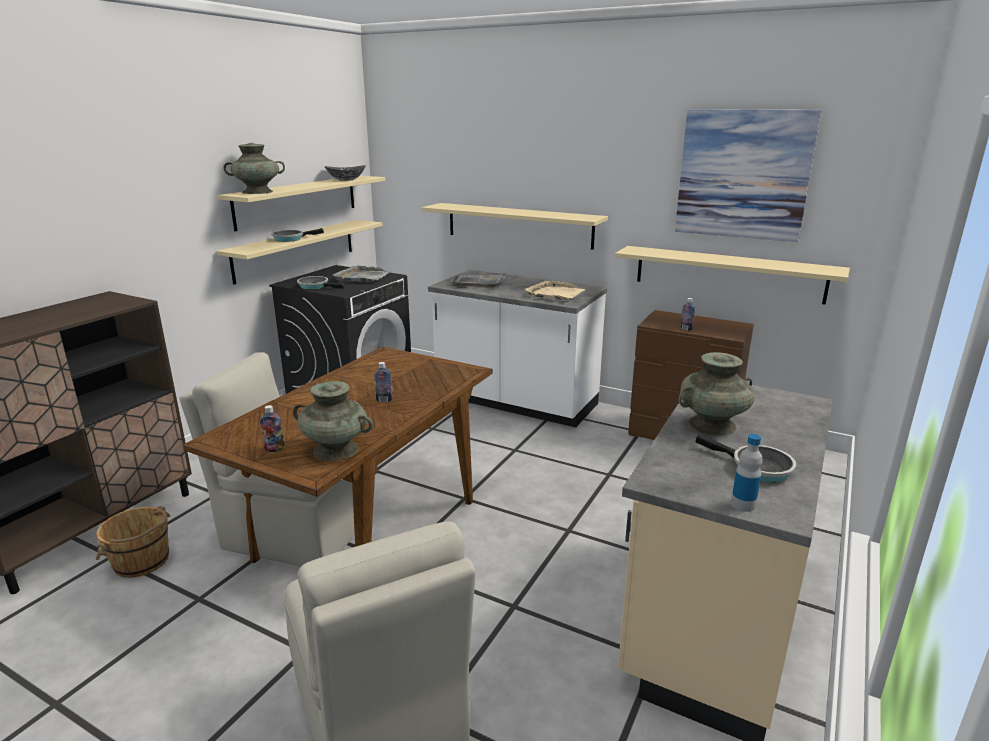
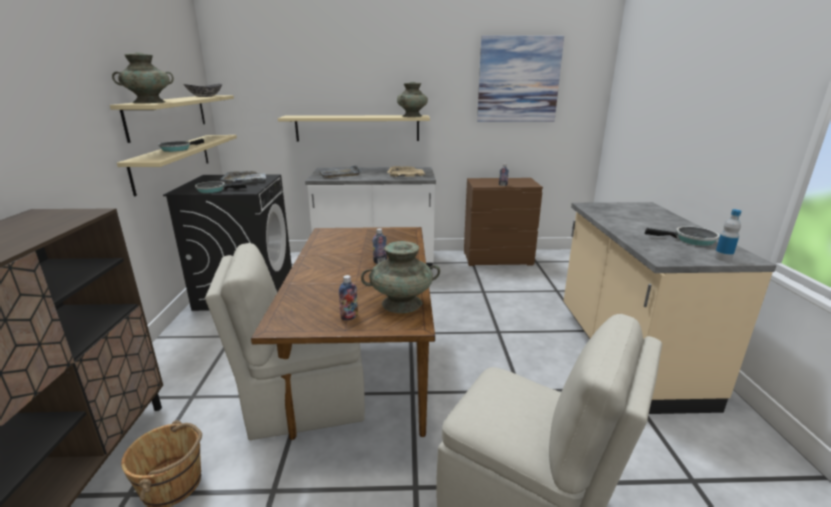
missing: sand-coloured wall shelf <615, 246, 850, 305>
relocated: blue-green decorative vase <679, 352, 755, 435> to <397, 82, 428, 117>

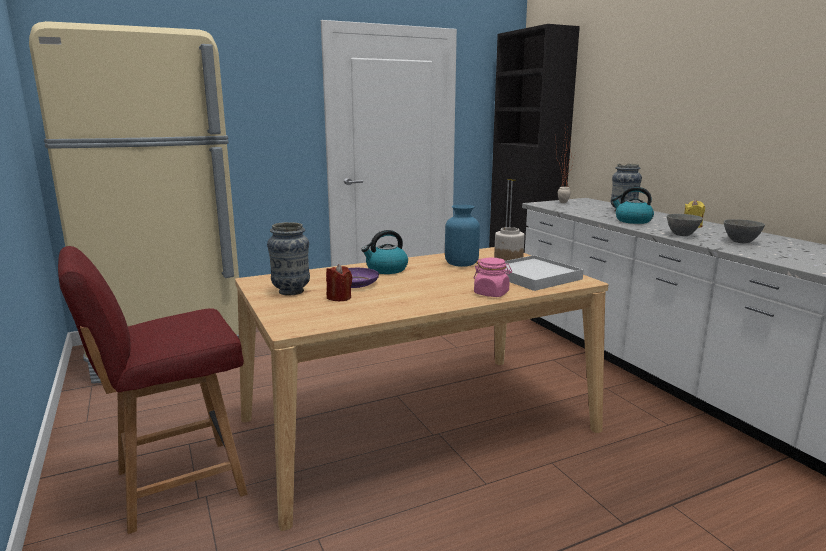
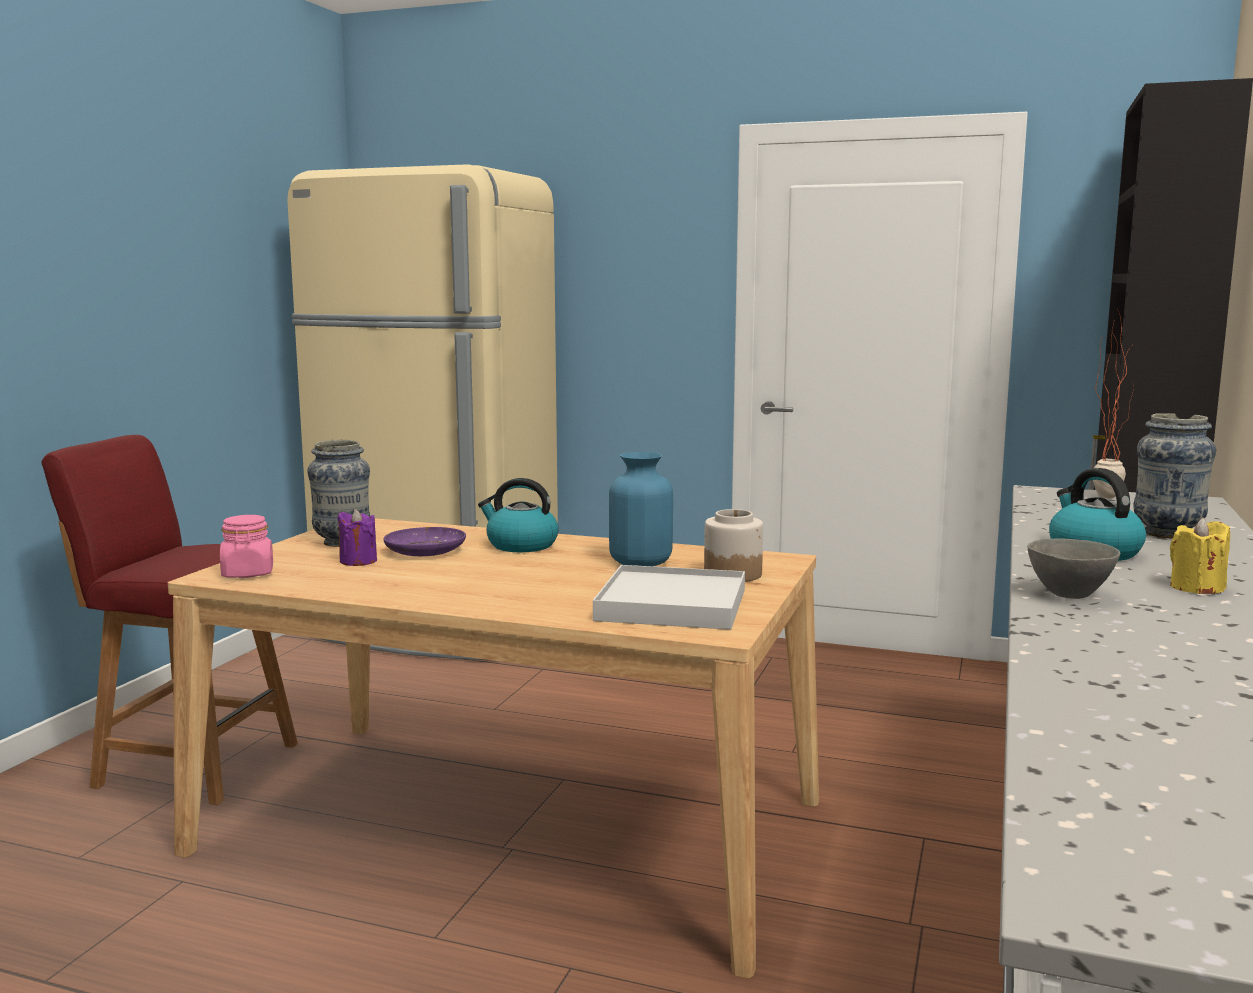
missing: greyish deep dish <724, 219, 765, 243>
relocated: pinkish preserve jar <473, 258, 512, 297> to <220, 515, 273, 578>
colour: red candle <326, 264, 352, 301> to purple-coloured candle <337, 509, 377, 566>

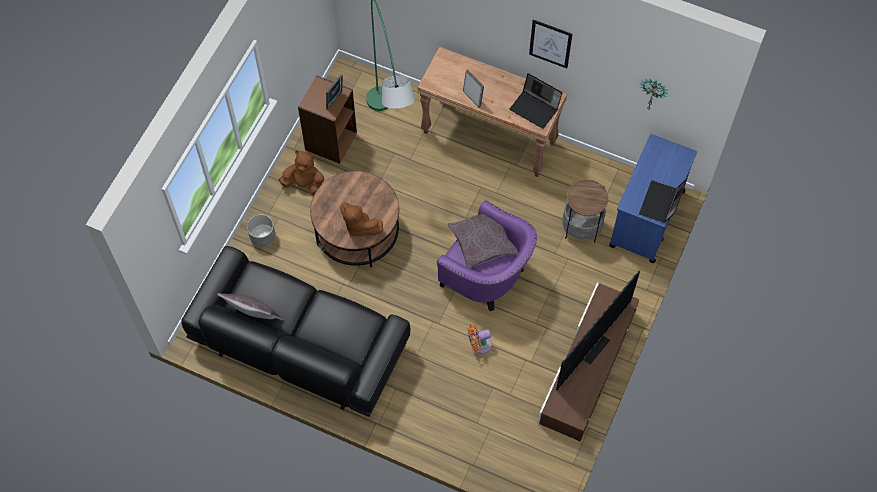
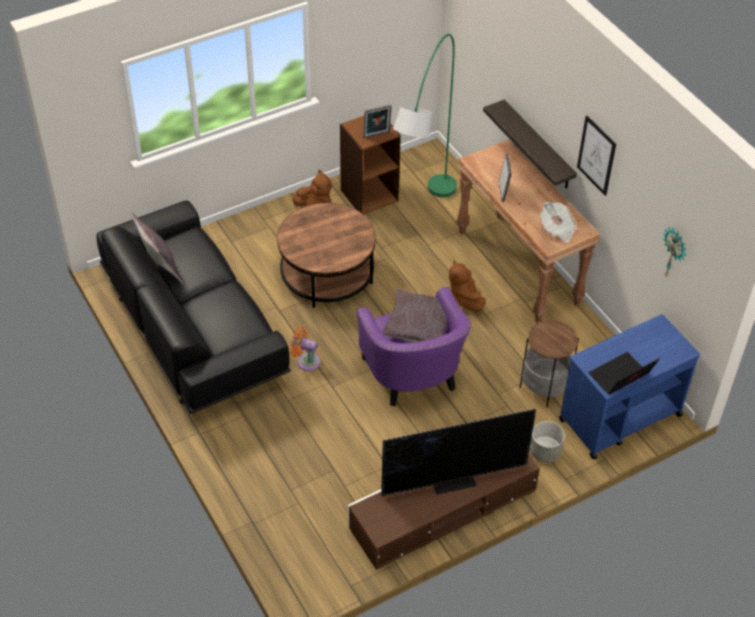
appeared: wall shelf <483, 100, 577, 189>
relocated: greyish planter <247, 215, 275, 247> to <530, 421, 565, 462>; brown soft toy <340, 202, 383, 237> to <449, 260, 486, 312>; orange-coloured electric fan <467, 324, 492, 354> to <290, 327, 320, 371>
exchanged: portable computer <509, 73, 562, 129> to newspaper <540, 202, 577, 243>

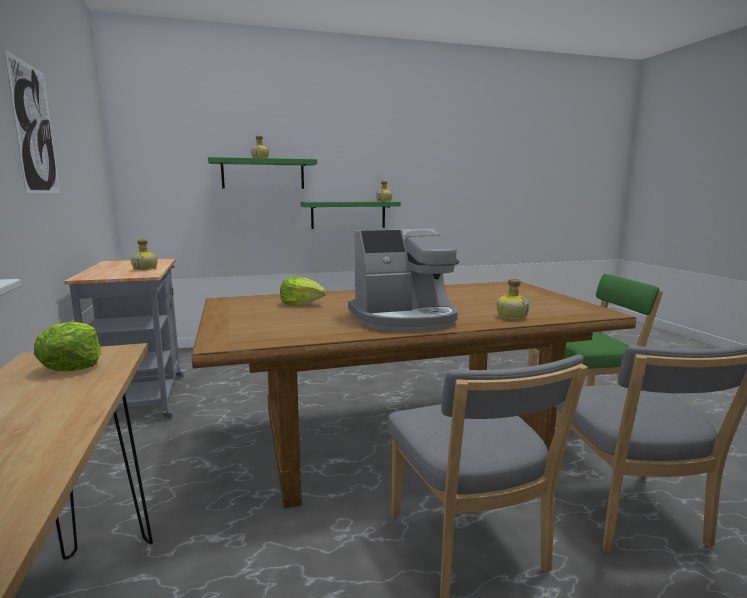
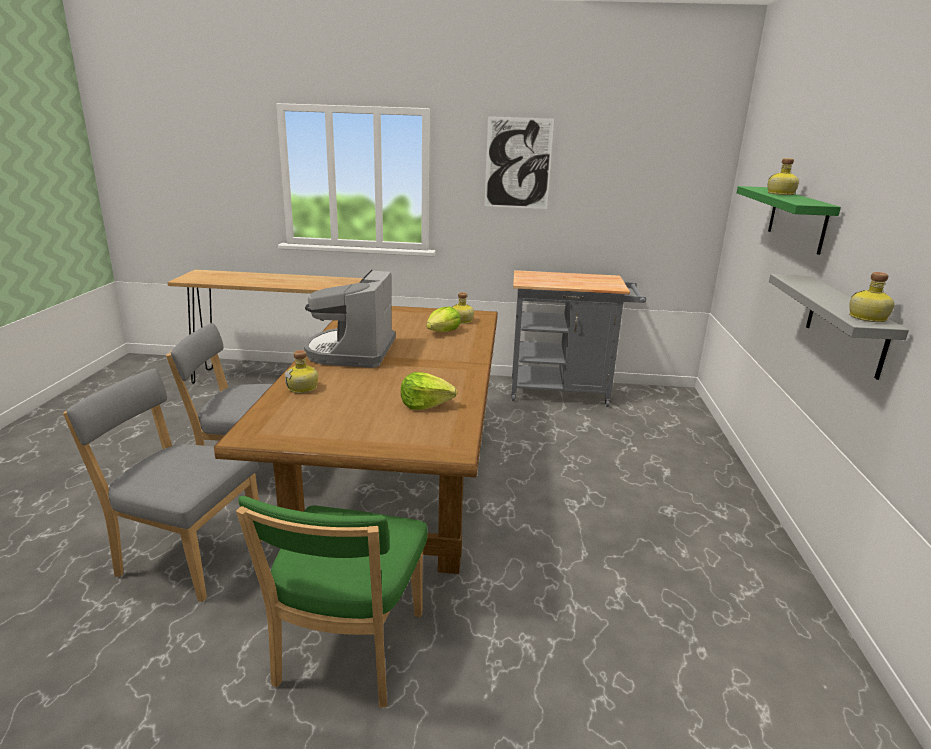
relocated: lettuce <34, 322, 102, 371> to <401, 372, 457, 410>; drink bottle <131, 239, 158, 270> to <452, 292, 474, 324>
colour: green-coloured wall shelf <301, 201, 401, 229> to greyish wall shelf <769, 274, 909, 380>

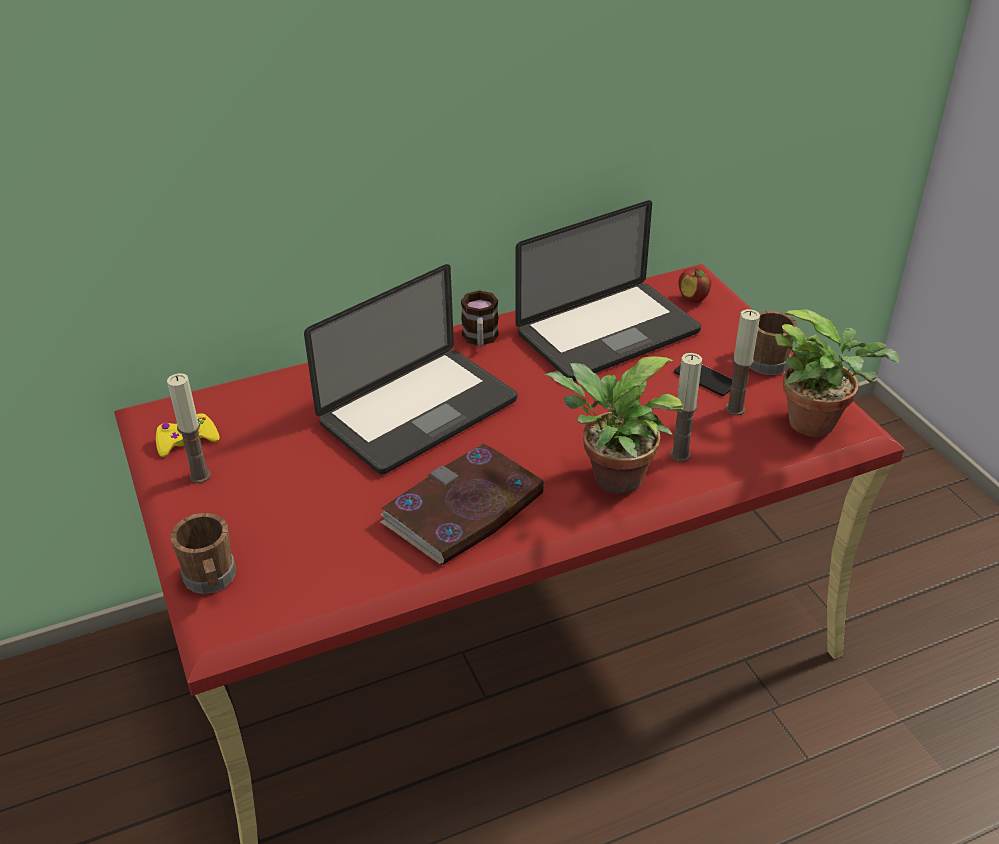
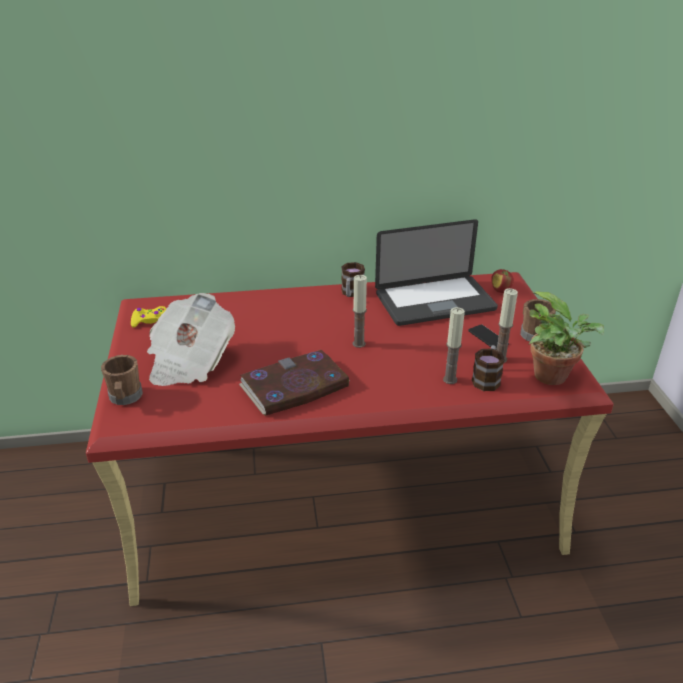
missing: portable computer <304, 264, 517, 475>; potted plant <544, 356, 685, 494>
appeared: newspaper <147, 293, 235, 386>; mug <472, 345, 505, 391>
relocated: candle <167, 373, 211, 483> to <353, 275, 367, 348>

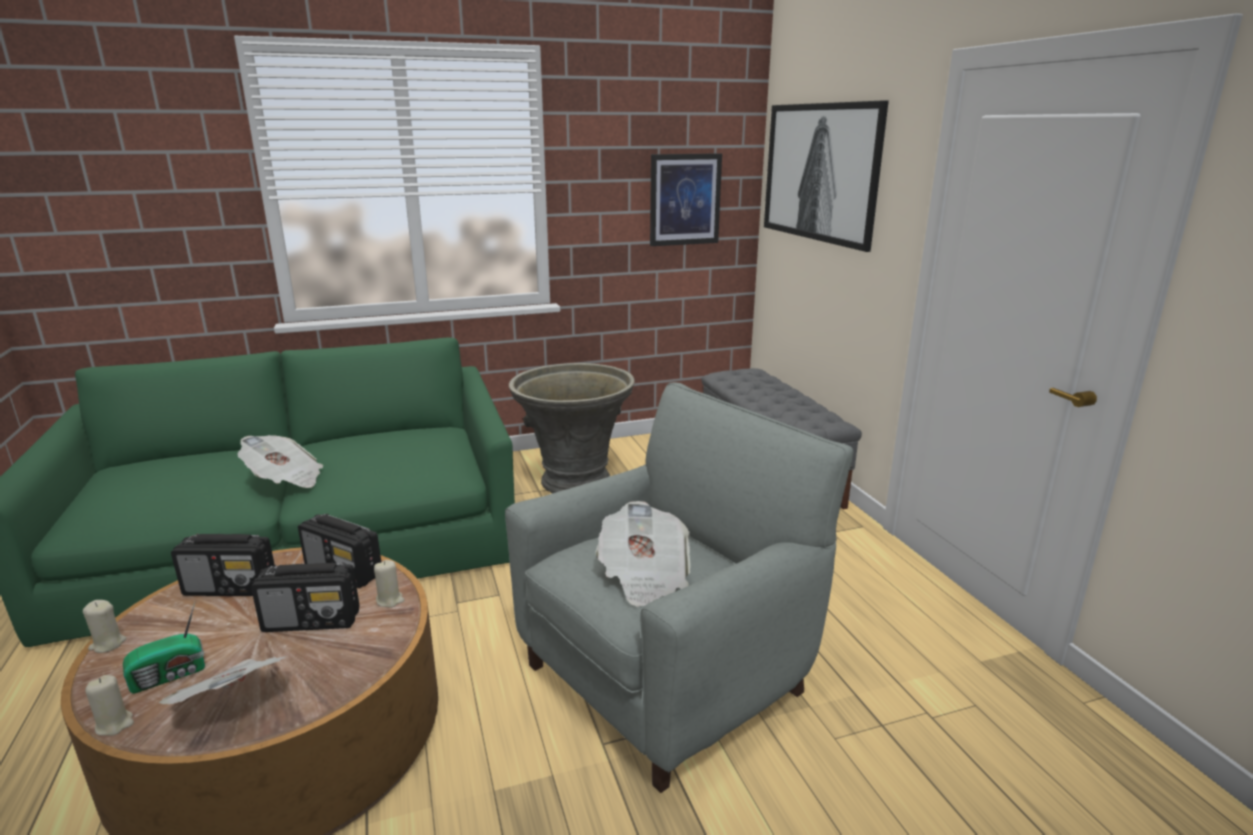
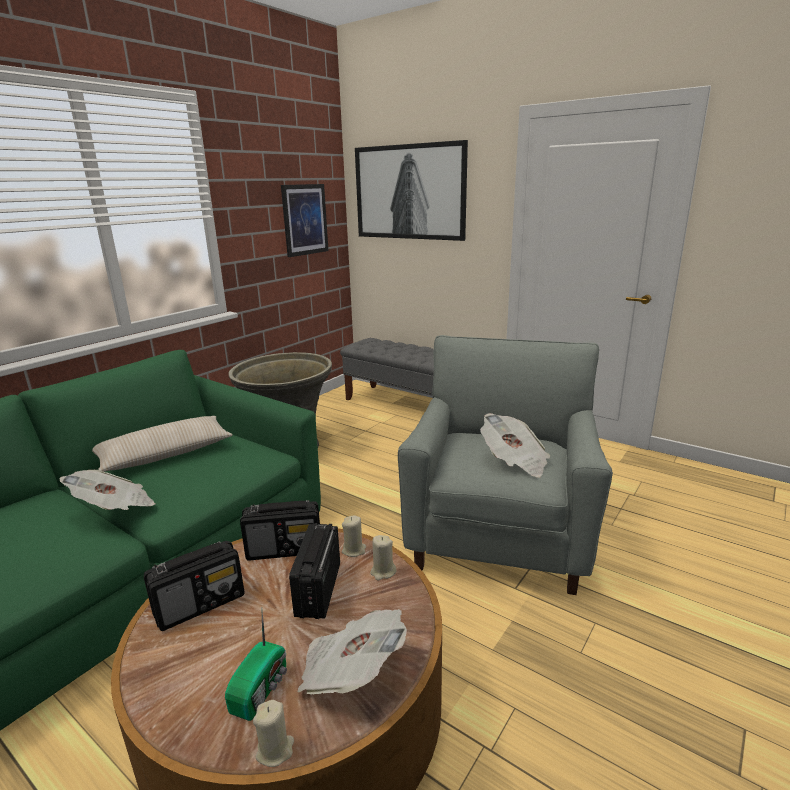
appeared: sand-coloured throw pillow <92, 416, 233, 472>
relocated: sand-coloured candle <83, 600, 126, 653> to <370, 535, 396, 581>
spun: radio receiver <251, 563, 360, 632> = <289, 523, 340, 619> 135 degrees clockwise

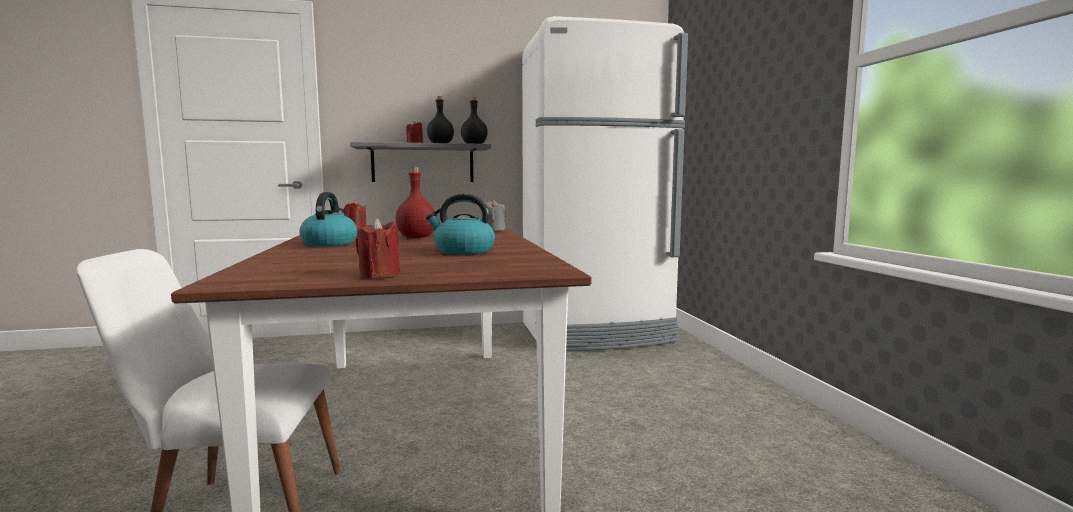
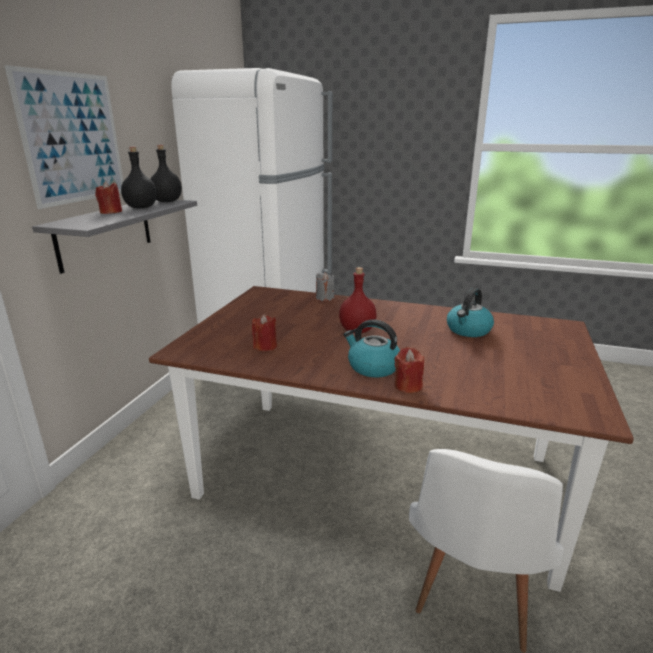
appeared: picture <4, 65, 123, 209>
relocated: red candle <356, 218, 401, 278> to <395, 347, 424, 393>

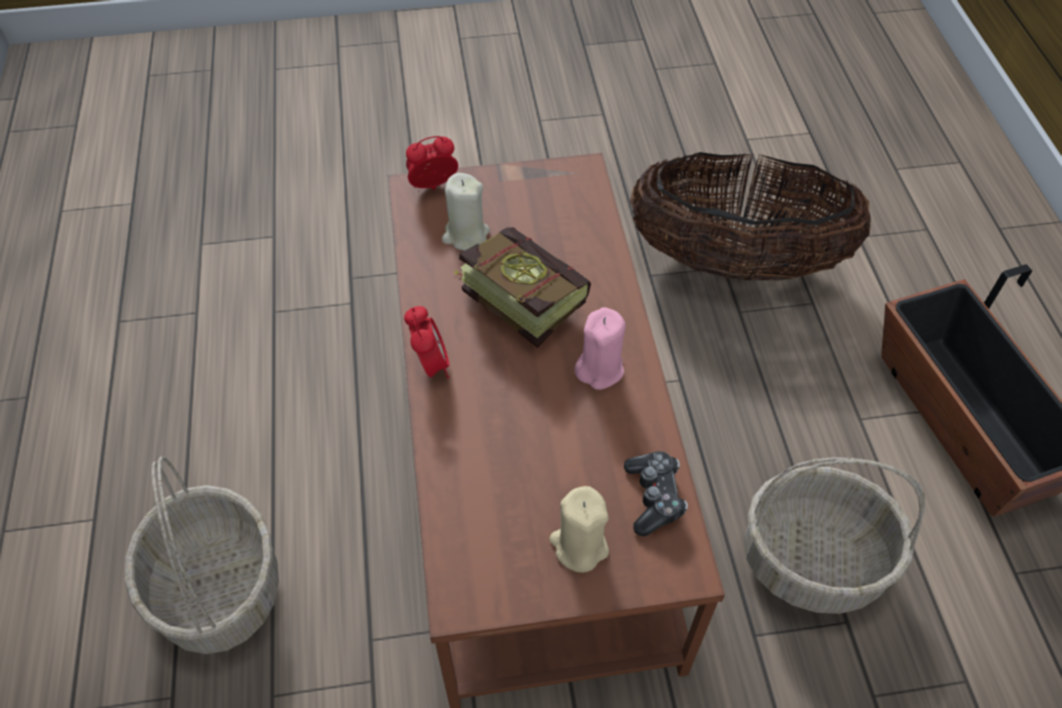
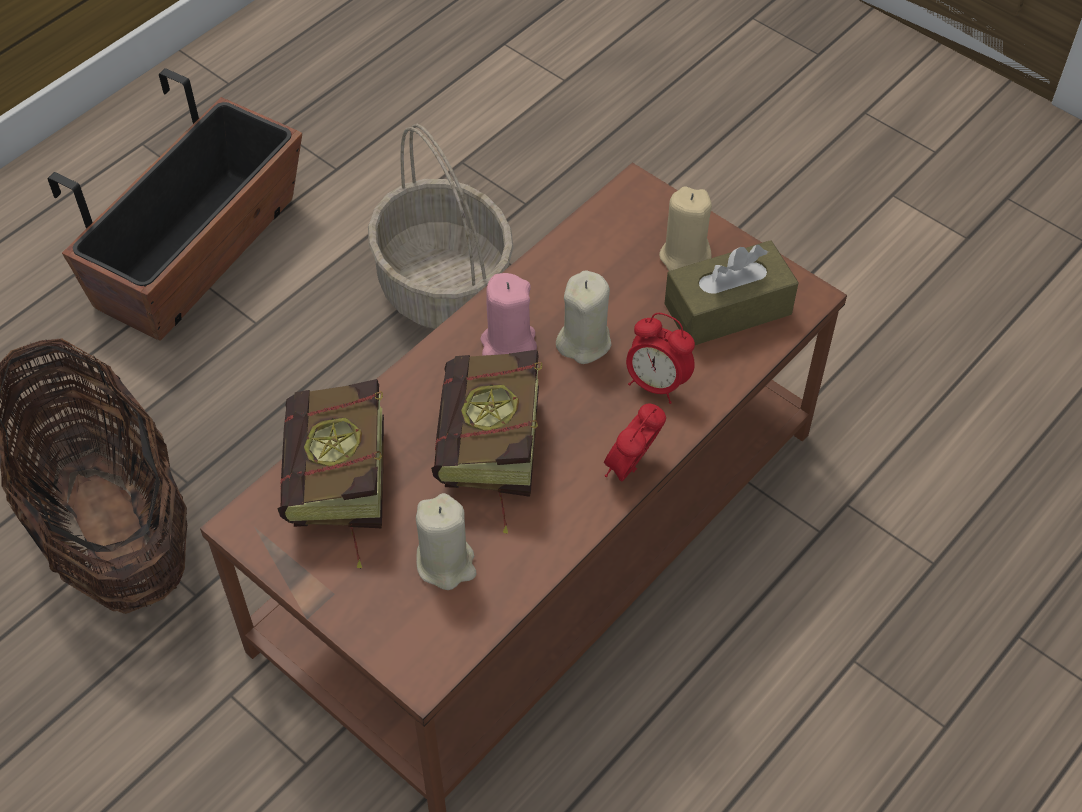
missing: storage basket <125, 456, 279, 654>; game controller <624, 451, 688, 536>
appeared: bound book <278, 379, 384, 569>; sand-coloured candle <556, 270, 612, 364>; brown box of tissues <664, 240, 799, 345>
relocated: alarm clock <406, 136, 458, 190> to <626, 313, 695, 404>

